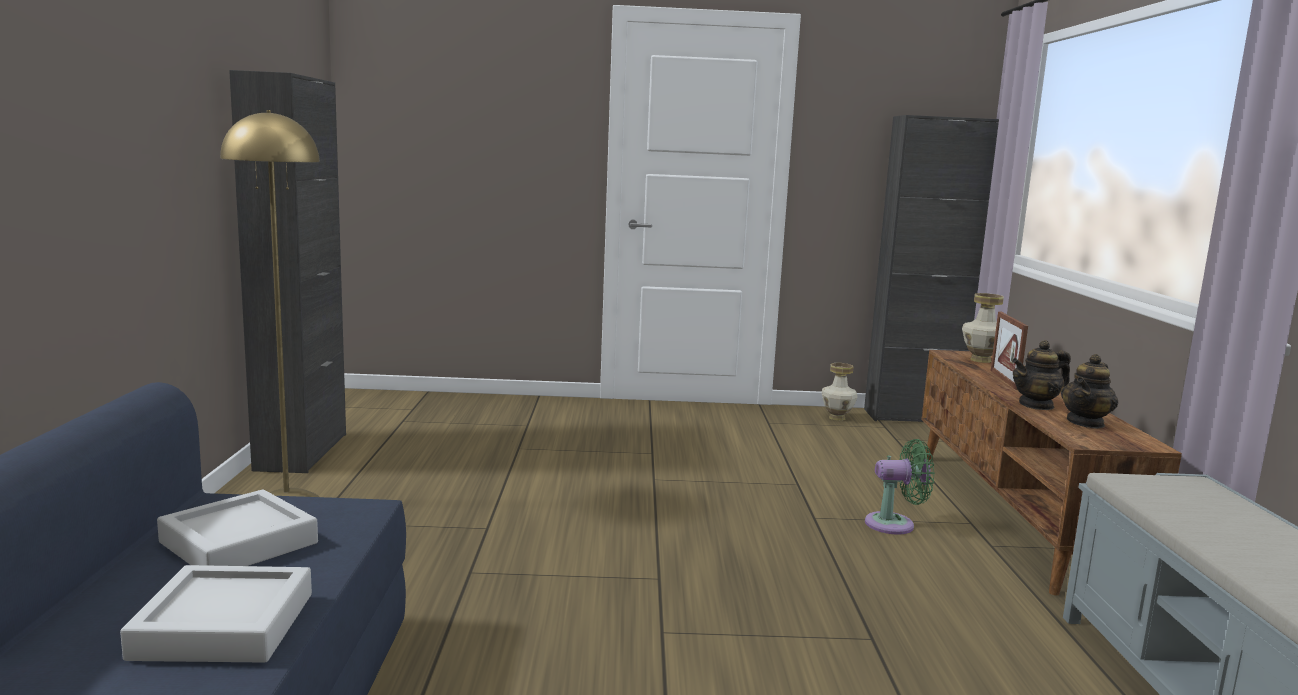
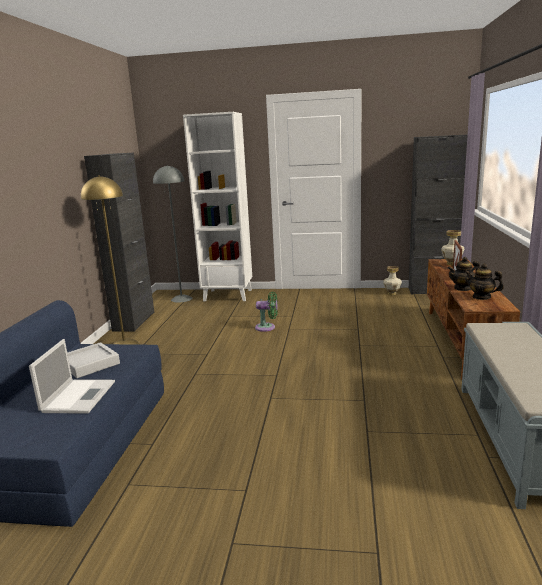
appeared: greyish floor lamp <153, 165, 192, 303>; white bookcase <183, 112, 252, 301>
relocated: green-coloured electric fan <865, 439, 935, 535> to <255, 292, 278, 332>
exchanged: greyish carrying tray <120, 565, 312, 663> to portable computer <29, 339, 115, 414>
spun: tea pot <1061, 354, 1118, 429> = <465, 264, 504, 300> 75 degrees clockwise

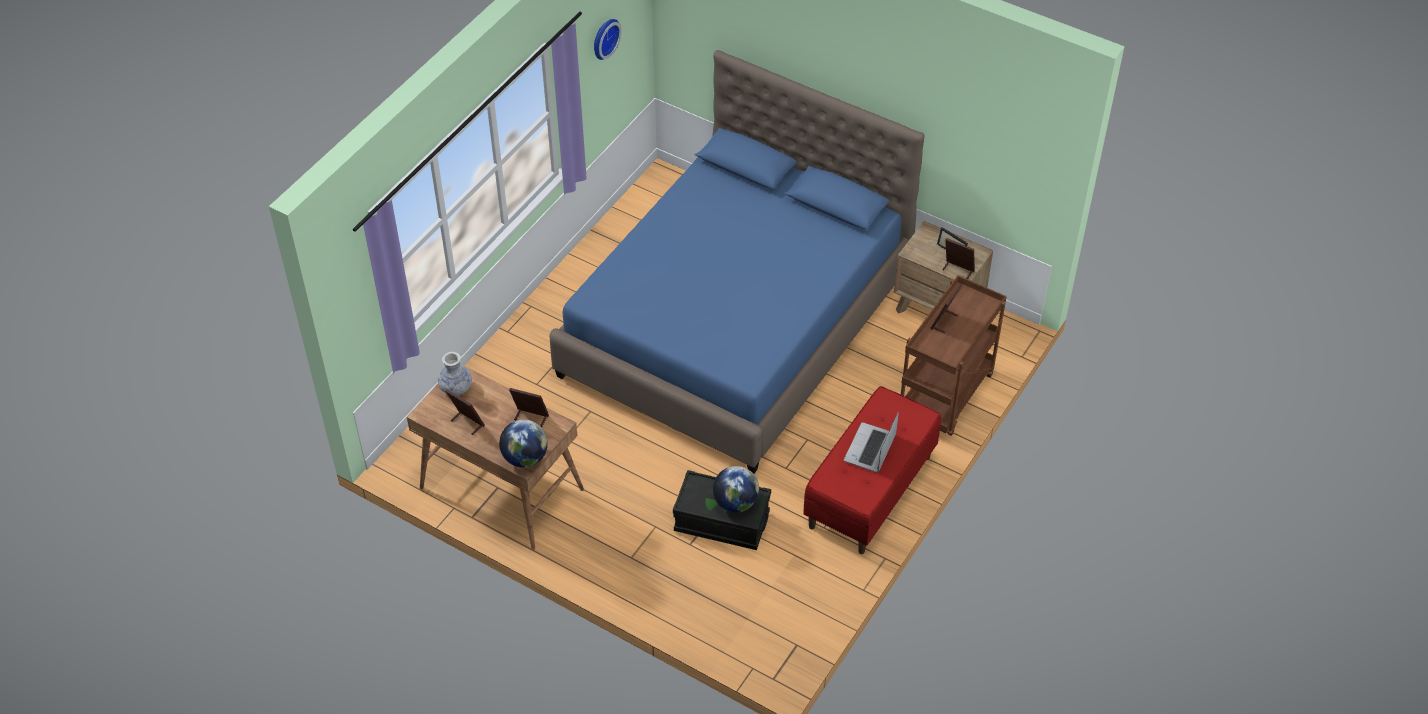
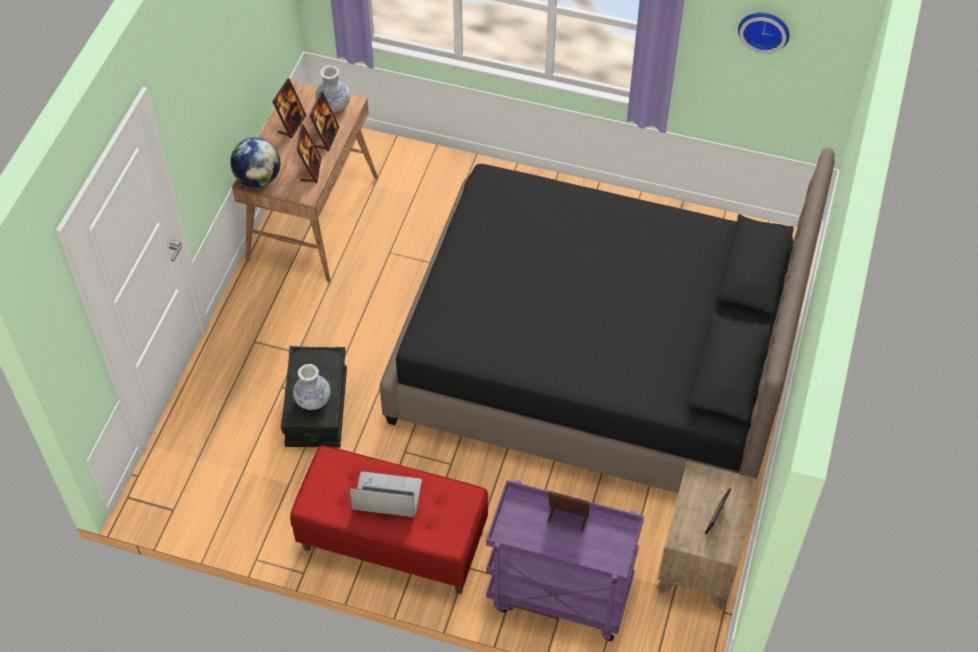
relocated: picture frame <942, 238, 975, 279> to <309, 92, 340, 151>
exchanged: desk globe <713, 466, 759, 513> to decorative vase <293, 364, 331, 410>
colour: blue-coloured sleeping bed <549, 50, 925, 474> to blackish sleeping bed <380, 148, 835, 493>; brown trolley <901, 275, 1007, 436> to purple-coloured trolley <486, 480, 644, 641>

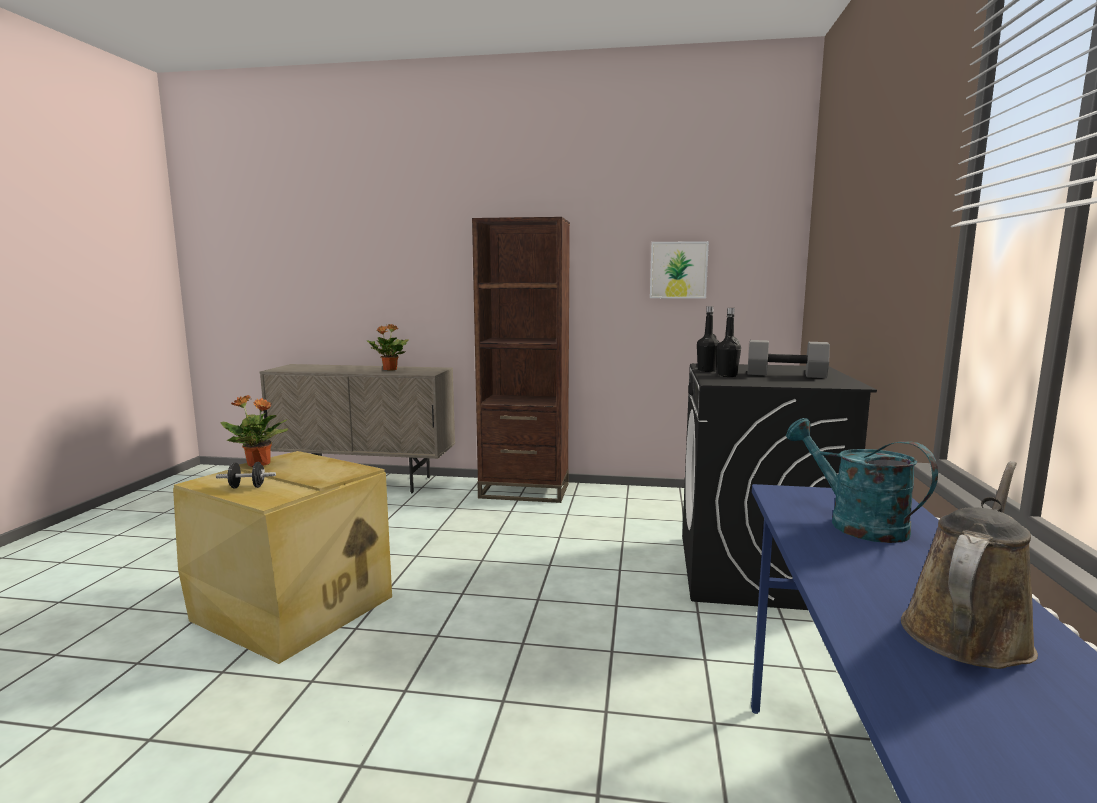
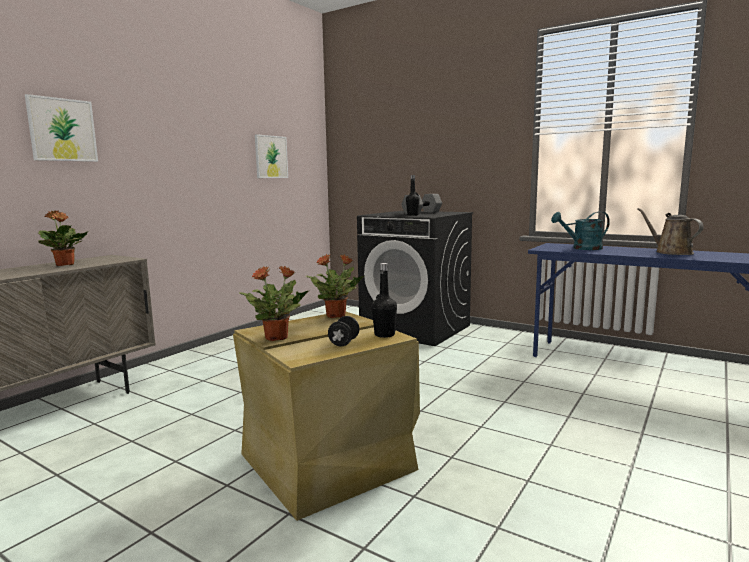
missing: brown bookcase <472, 217, 570, 503>
appeared: picture <25, 94, 98, 162>; potted plant <306, 254, 364, 318>
relocated: blackish drink bottle <697, 306, 720, 372> to <372, 263, 397, 338>

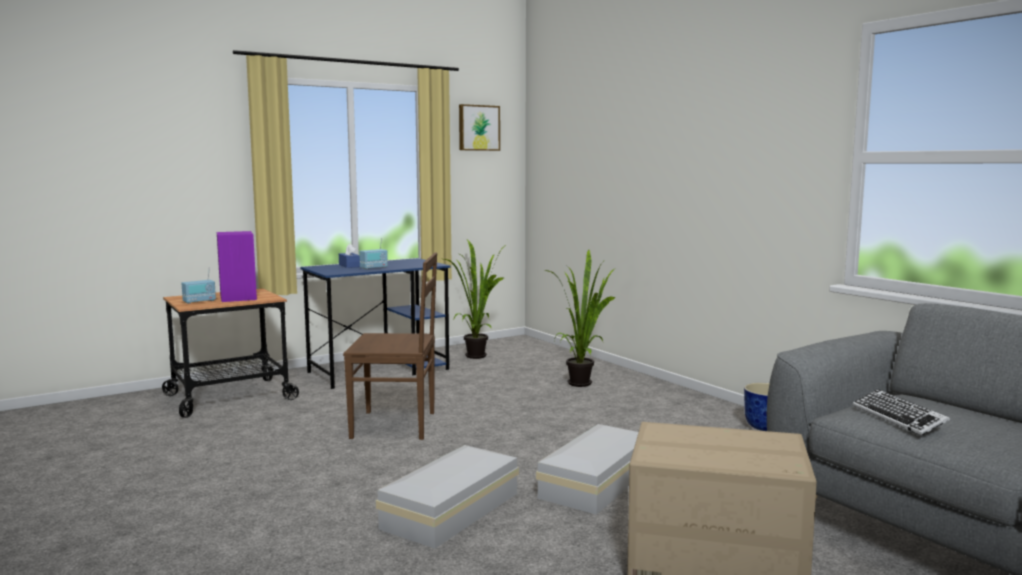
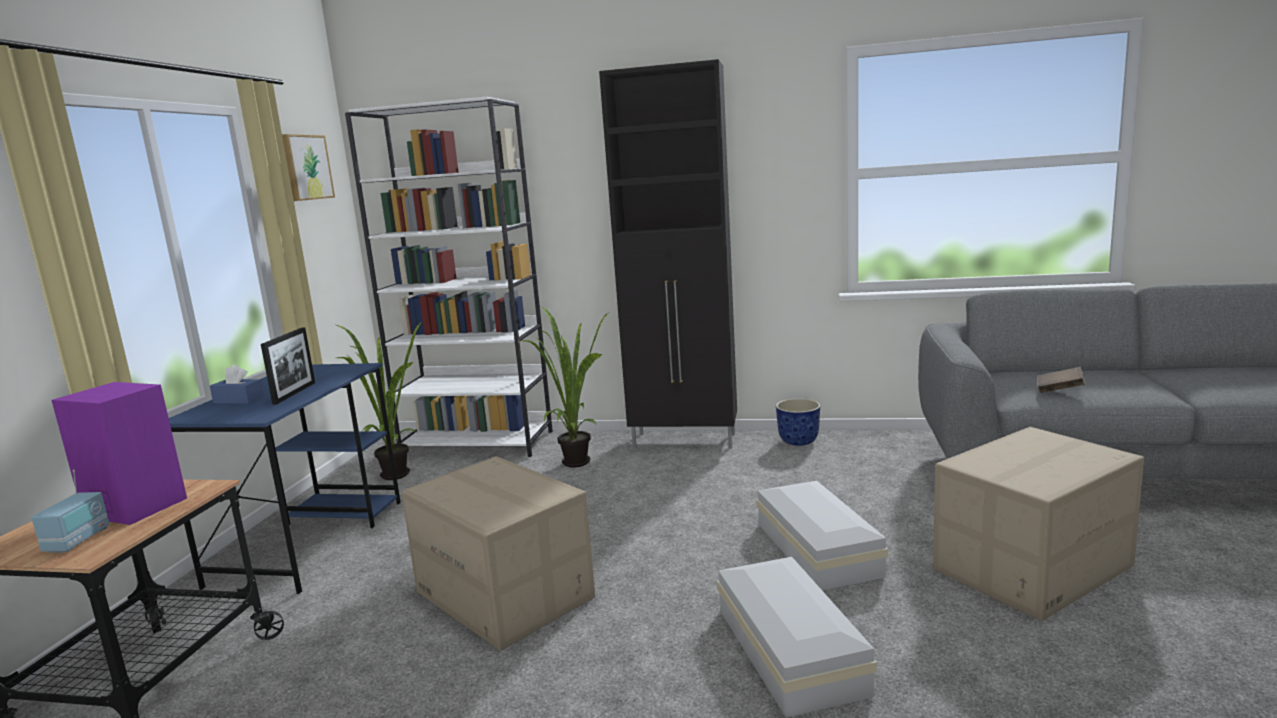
appeared: white bookcase <345, 97, 553, 457>; blackish cabinet <599, 59, 737, 449>
exchanged: brown plain chair <343, 253, 437, 440> to packing box <401, 456, 595, 650>; radio receiver <359, 238, 388, 269> to picture frame <261, 327, 315, 405>; computer keyboard <852, 389, 950, 436> to brown bound book <1037, 367, 1085, 393>

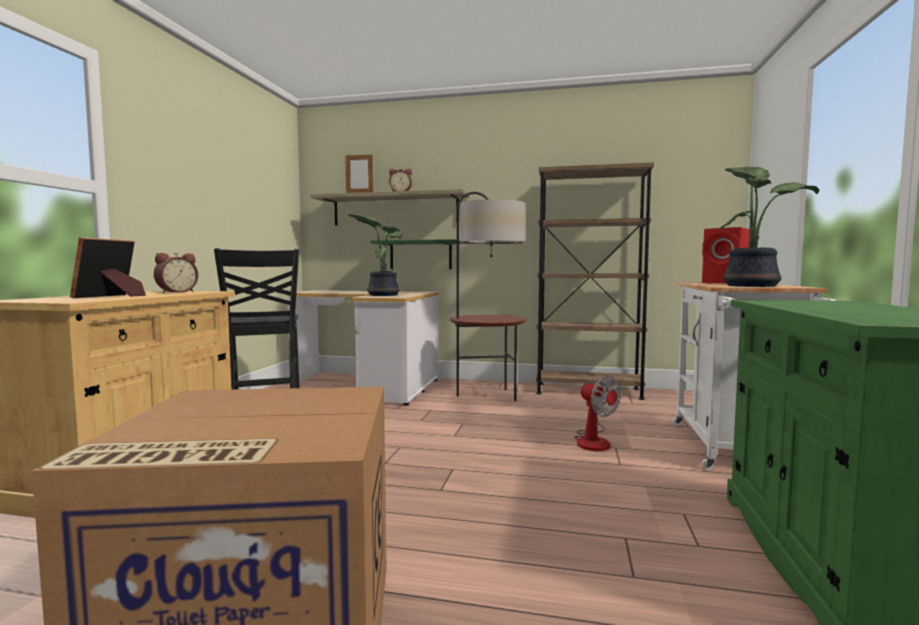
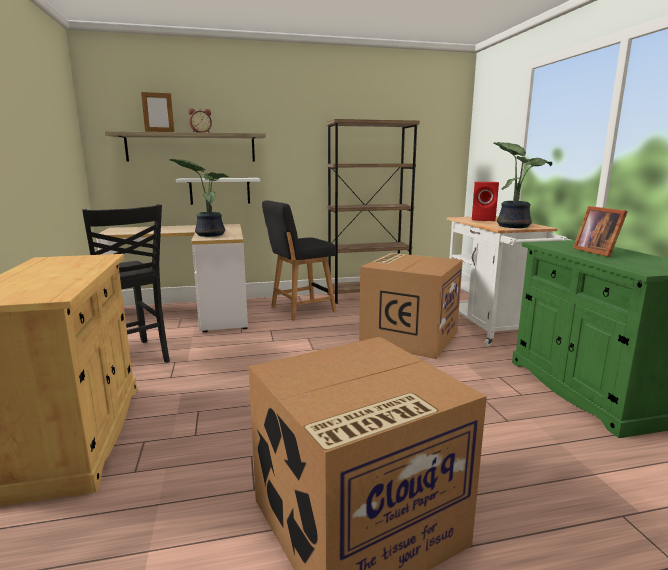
missing: alarm clock <154, 253, 198, 293>
relocated: picture frame <70, 237, 146, 298> to <573, 206, 628, 257>
exchanged: floor lamp <450, 192, 527, 401> to blackish plain chair <262, 200, 337, 321>; electric fan <574, 375, 621, 451> to packing box <359, 253, 463, 359>
colour: green-coloured wall shelf <370, 239, 462, 269> to white wall shelf <176, 178, 260, 205>

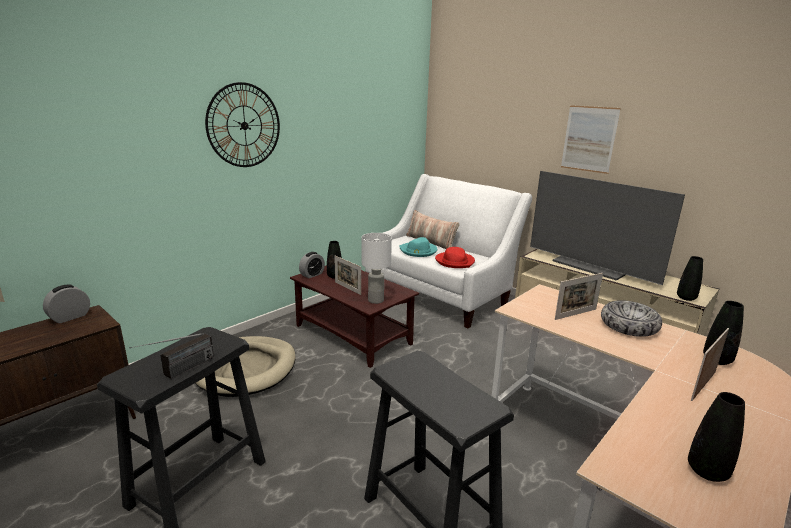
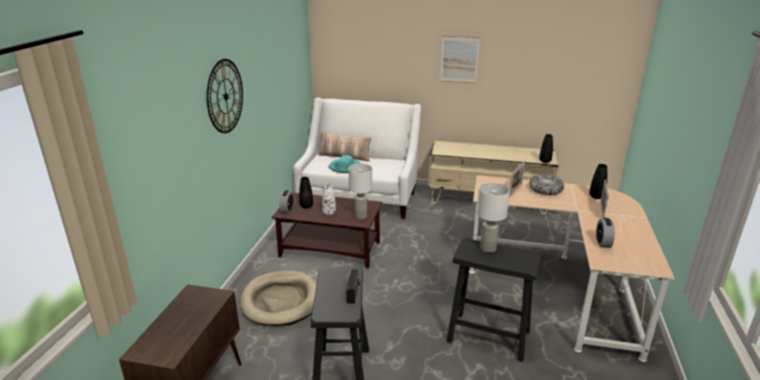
missing: red wearable hat <435, 247, 475, 268>; TV <530, 171, 685, 285>; blackish decorative vase <688, 392, 745, 482>
appeared: white lamp for a table <477, 182, 510, 253>
relocated: alarm clock <43, 284, 90, 323> to <596, 218, 615, 248>
exchanged: picture frame <334, 256, 361, 295> to white decorative vase <322, 183, 336, 215>

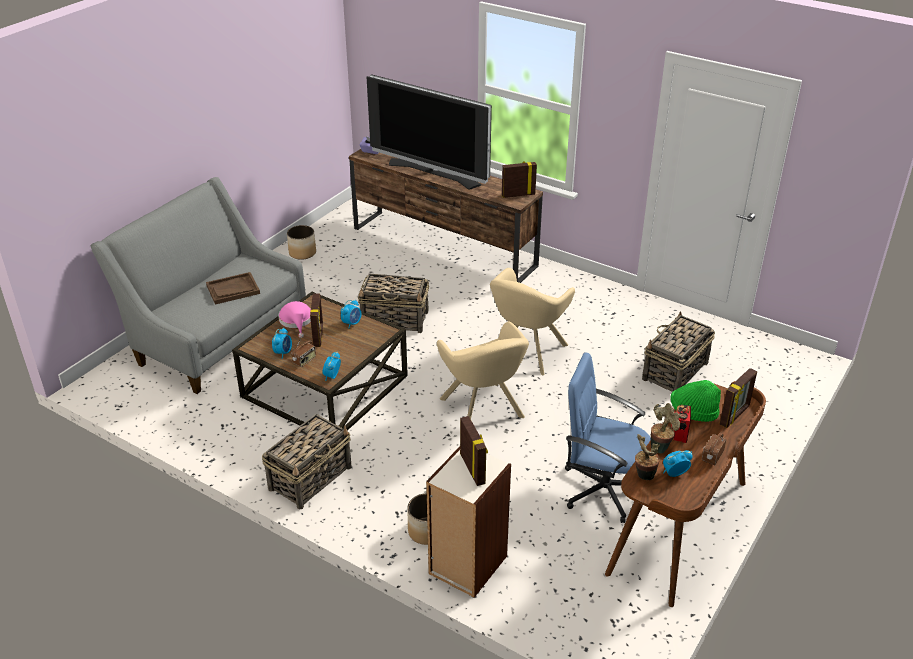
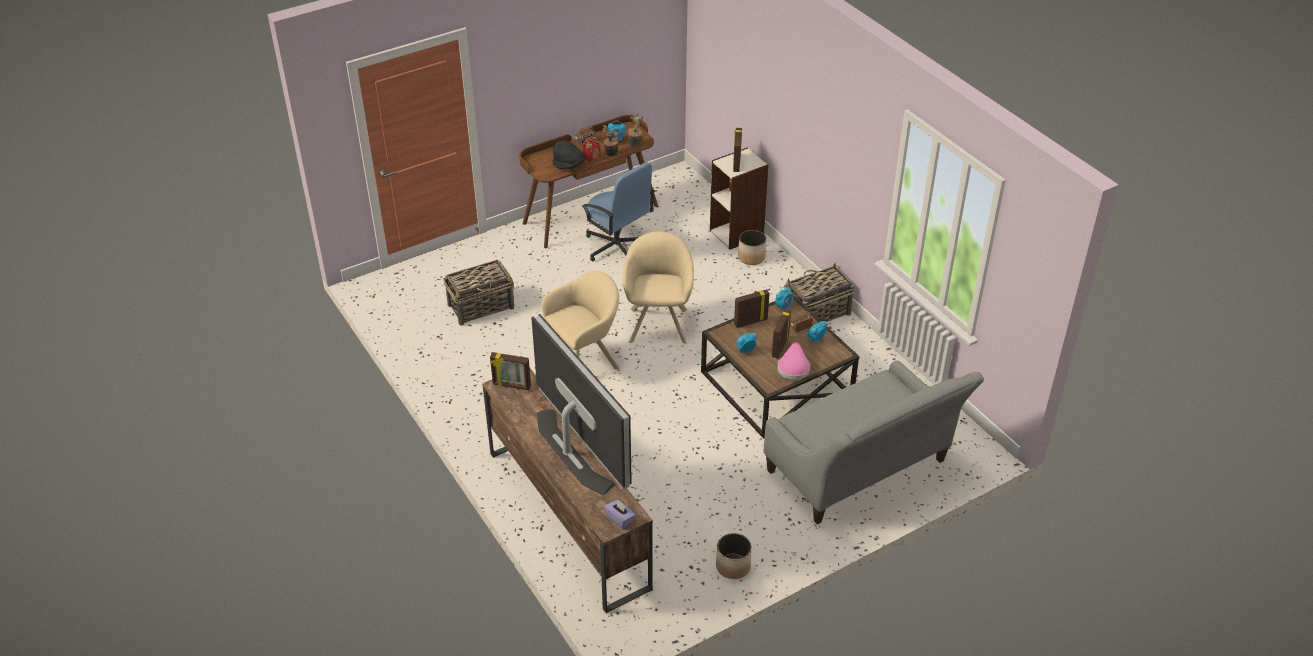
missing: brown carrying tray <206, 272, 260, 305>; storage basket <357, 274, 429, 333>
relocated: picture frame <720, 368, 757, 428> to <734, 290, 770, 328>
colour: green-coloured wearable hat <670, 380, 721, 422> to blackish wearable hat <553, 140, 586, 169>

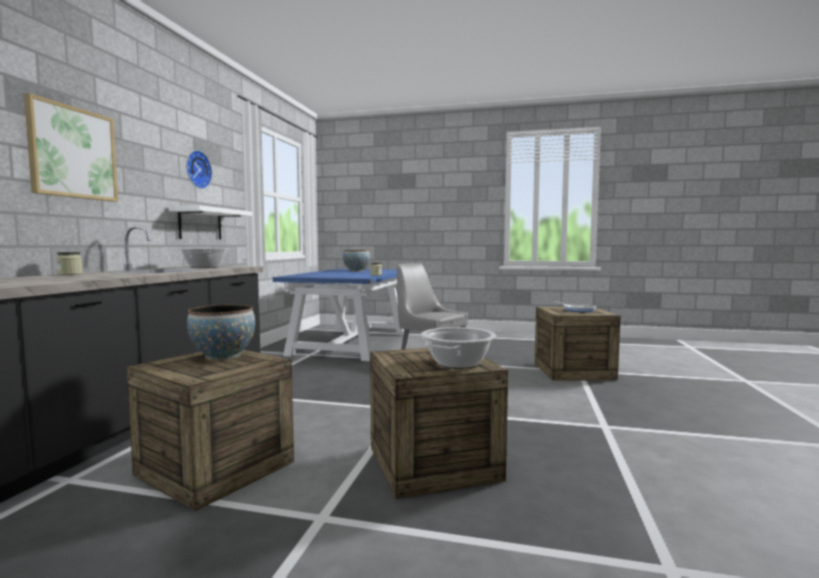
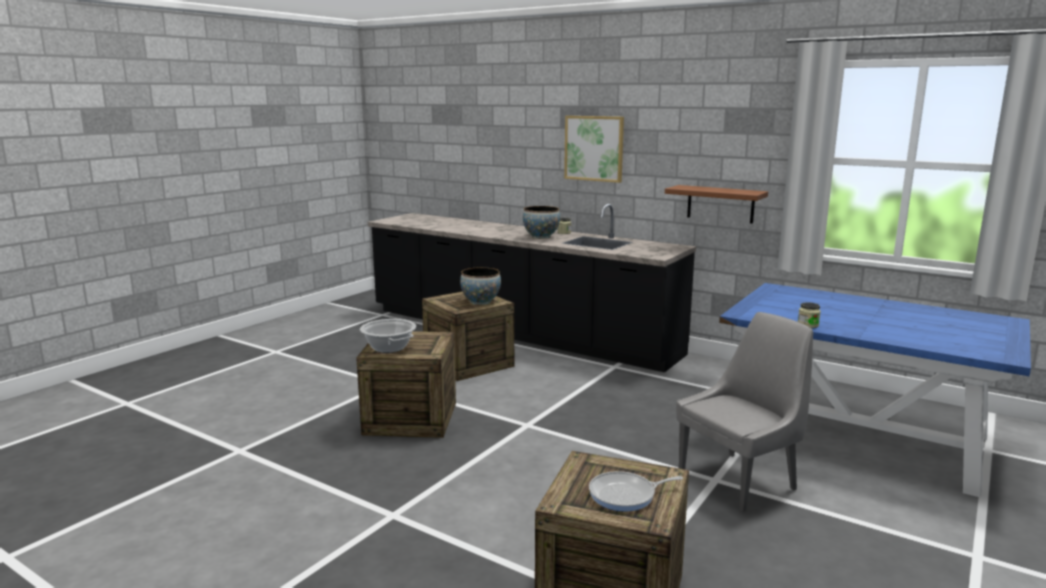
missing: saucepot <178, 248, 229, 268>; wall clock <186, 150, 212, 189>
relocated: deep dish <343, 250, 370, 272> to <523, 206, 560, 239>
colour: white wall shelf <169, 205, 252, 240> to brown wall shelf <665, 185, 768, 224>

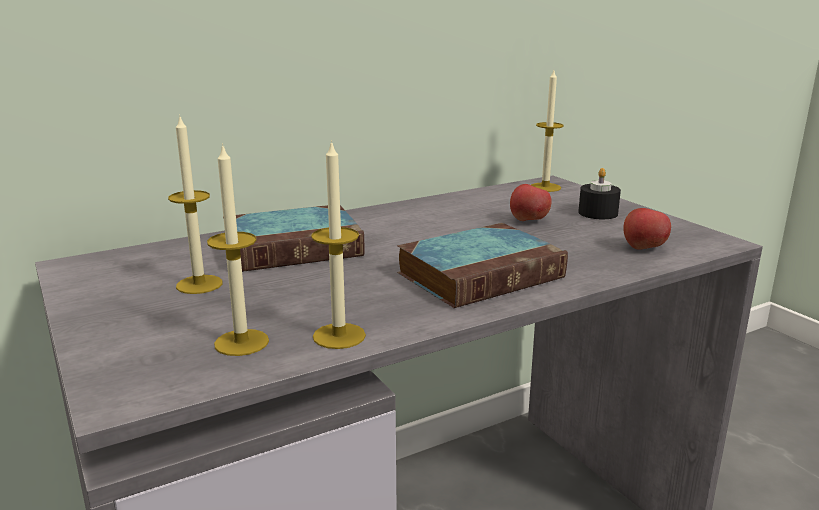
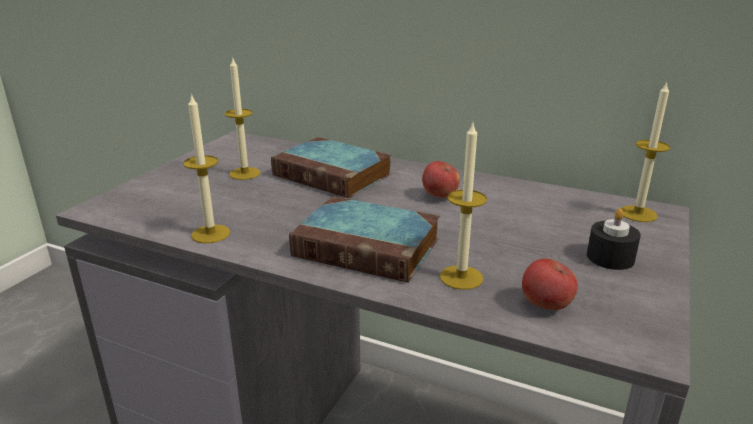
relocated: candle <207, 143, 269, 356> to <440, 123, 487, 290>; apple fruit <510, 184, 552, 221> to <422, 161, 460, 198>

